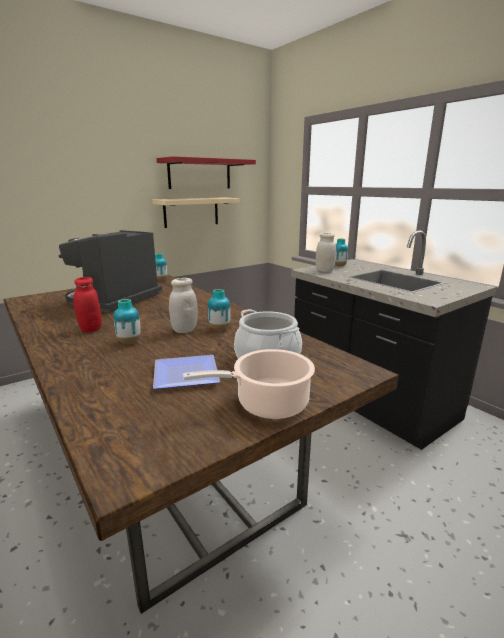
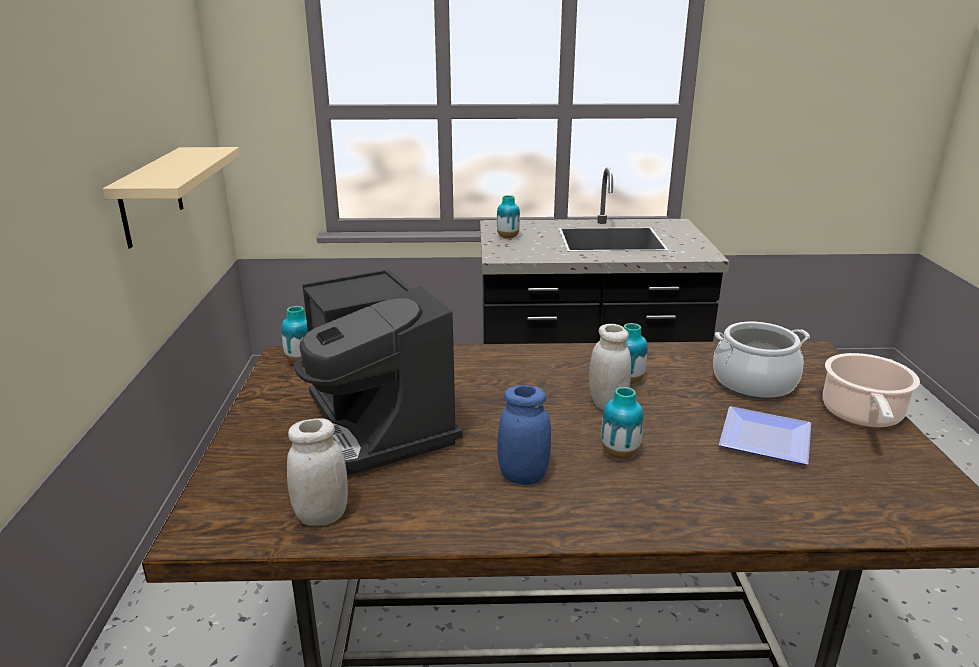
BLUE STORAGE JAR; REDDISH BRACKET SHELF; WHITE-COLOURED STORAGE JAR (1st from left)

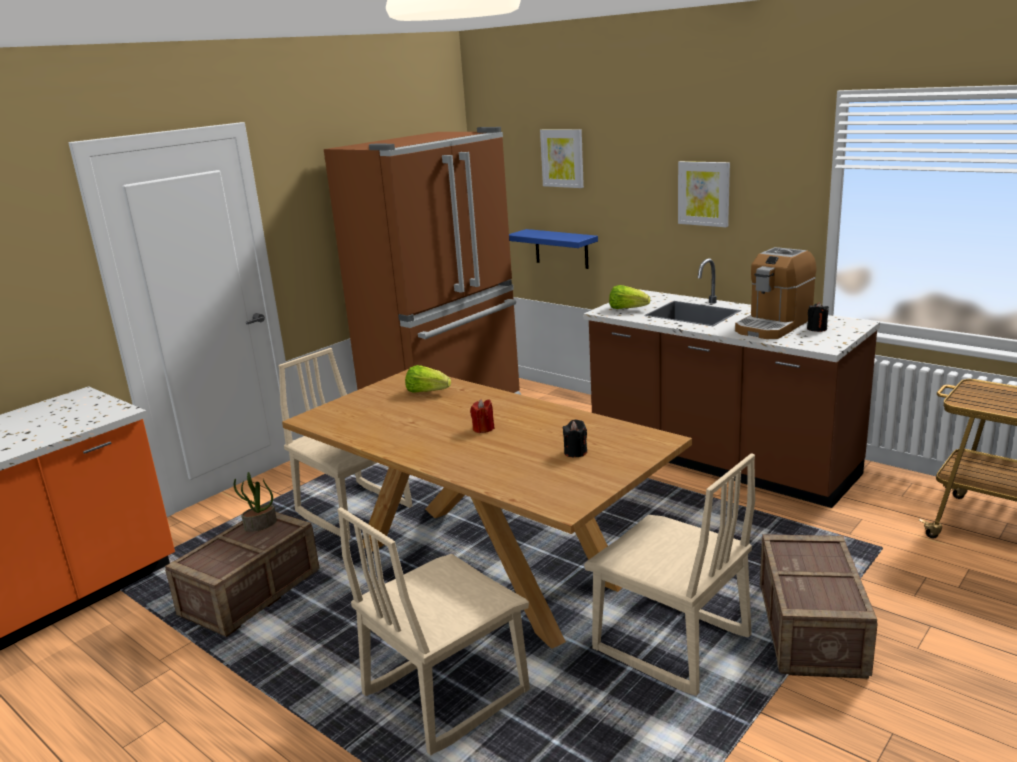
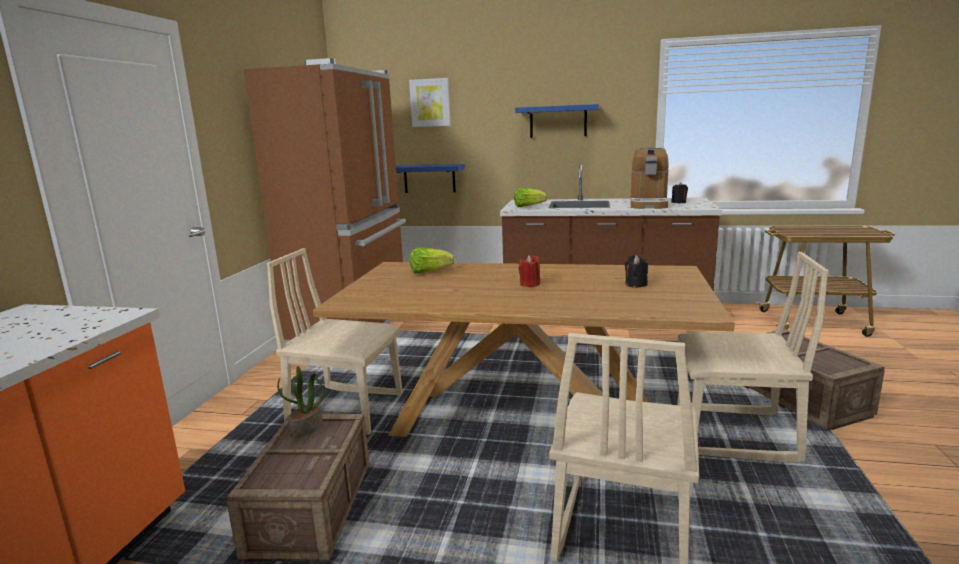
BLUE BRACKET SHELF (2nd from left)

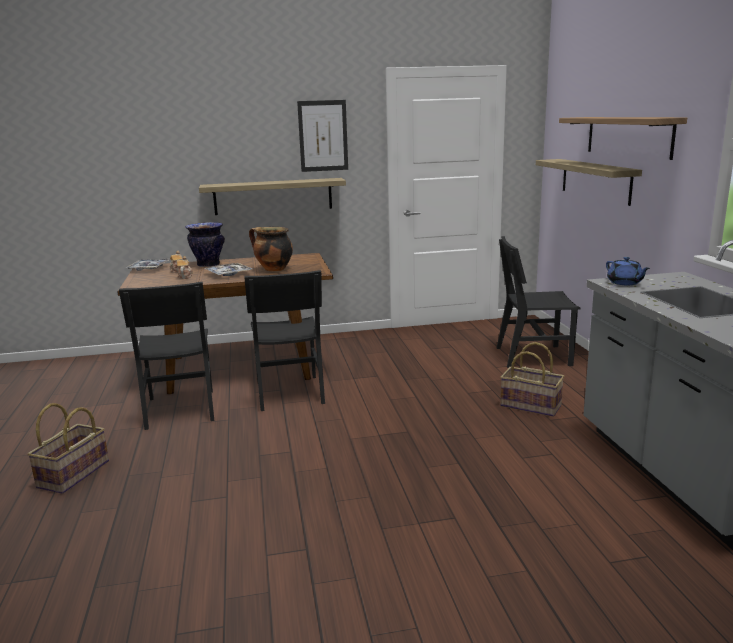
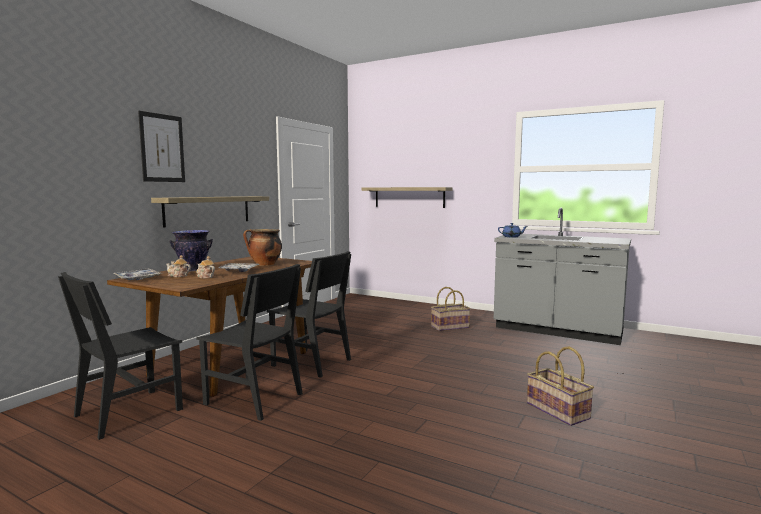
HOUSEHOLD BASKET (2nd from left); WALL ART; BLACK-COLOURED UPRIGHT CHAIR (1st from left); BRACKET SHELF (3rd from left in the first image)

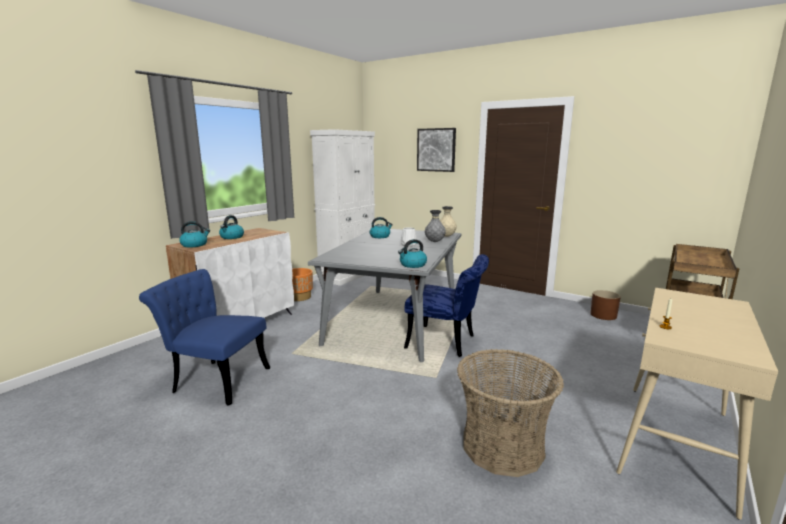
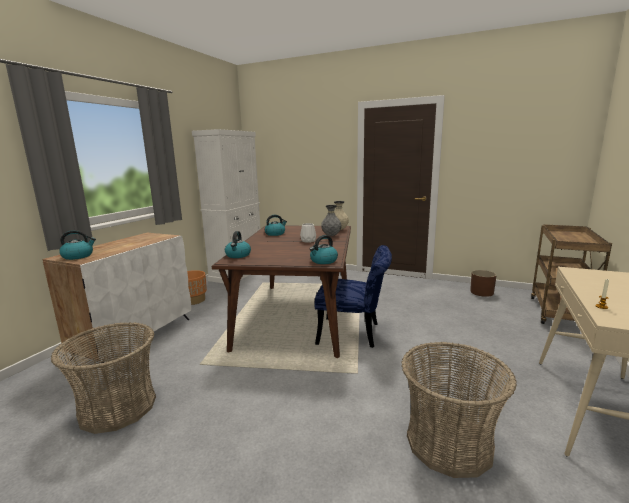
HOUSEHOLD BASKET (1st from left); TEA KETTLE (2nd from left); BROWN DINNER TABLE; WALL ART

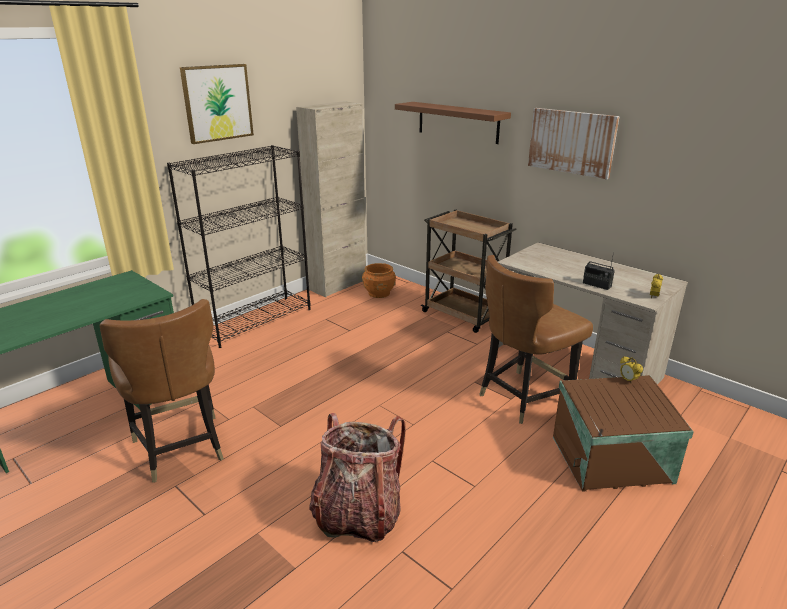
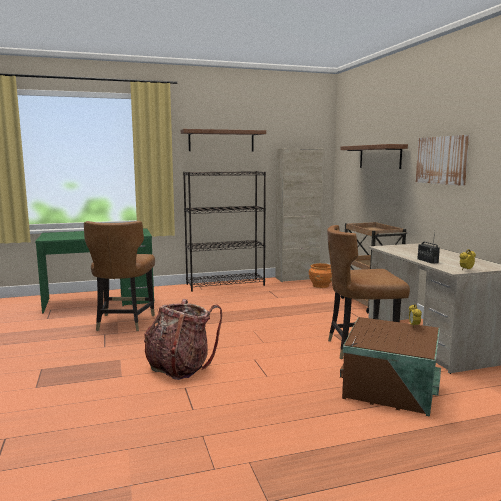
BROWN BRACKET SHELF (1st from left)

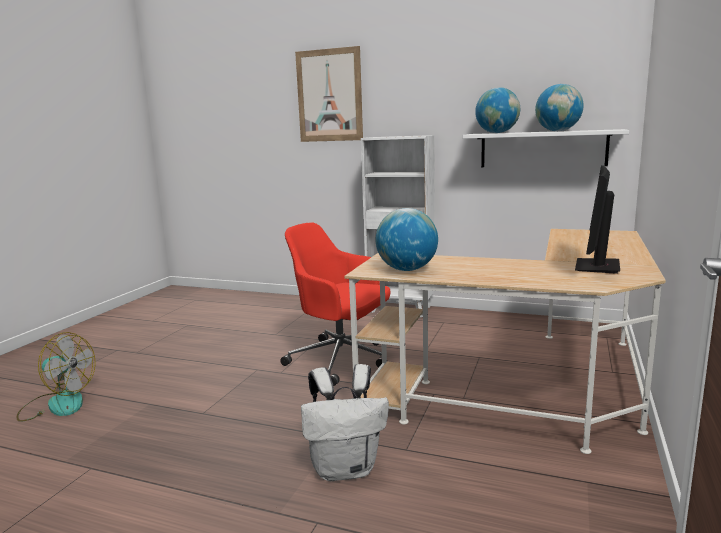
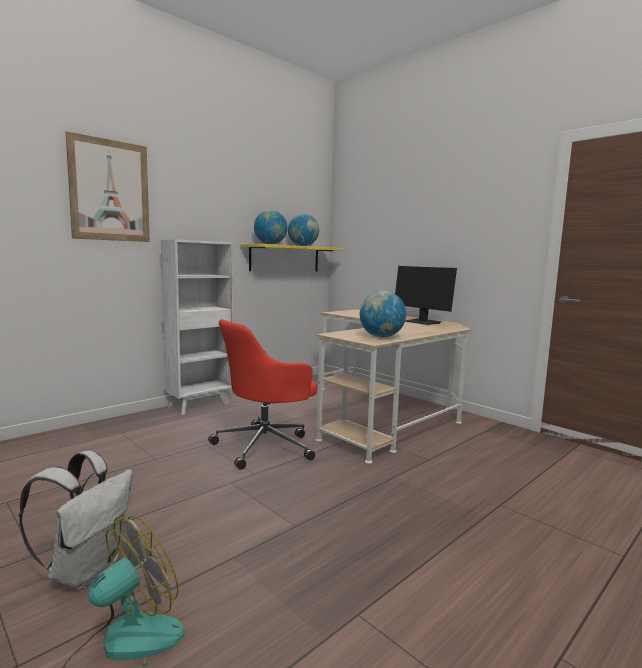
WHITE-COLOURED BACKPACK; YELLOWISH BRACKET SHELF

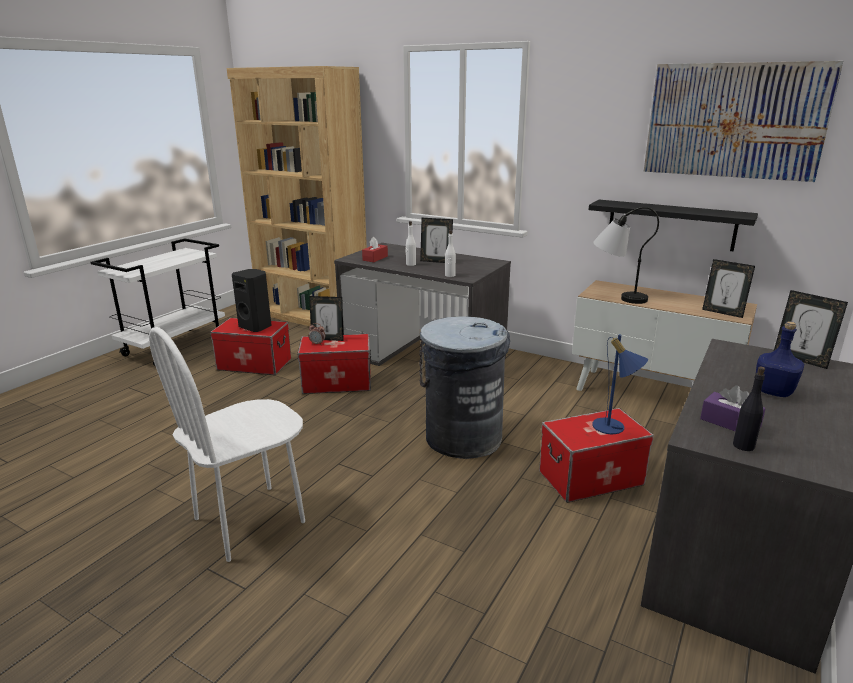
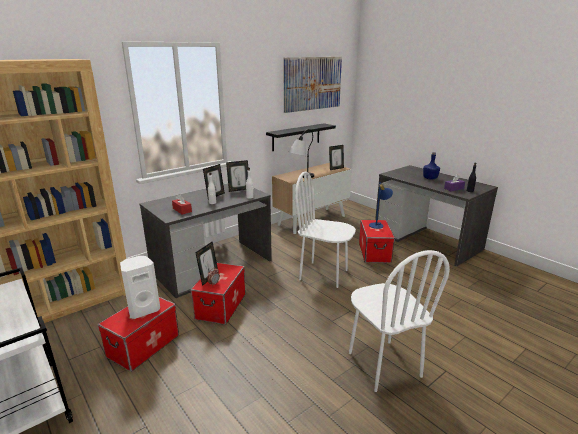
WHITE-COLOURED SPEAKER; WHITE-COLOURED UPRIGHT CHAIR (1st from left); PHOTO FRAME (3rd from left)

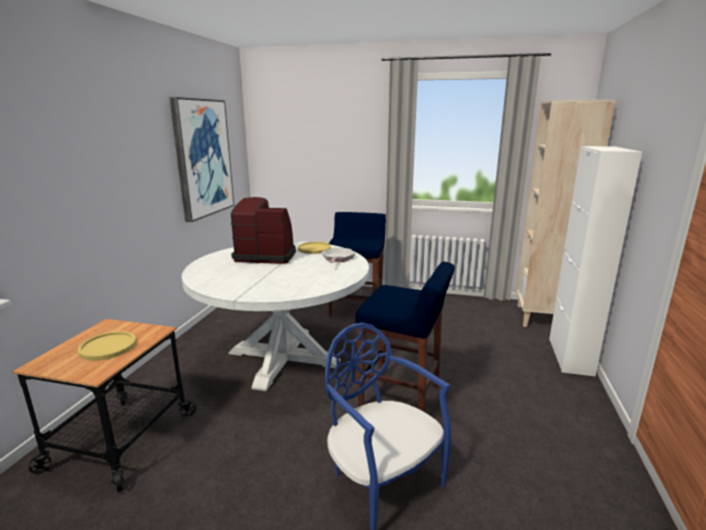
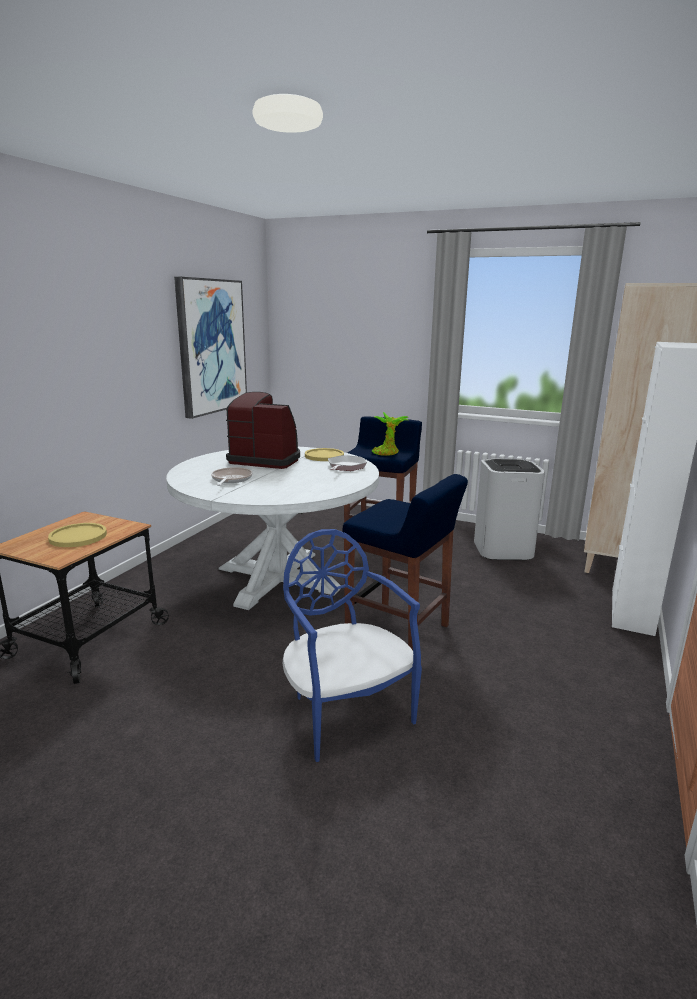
FRYING PAN (1st from left); PLANT IN A POT; WHITE-COLOURED RUBBISH BIN

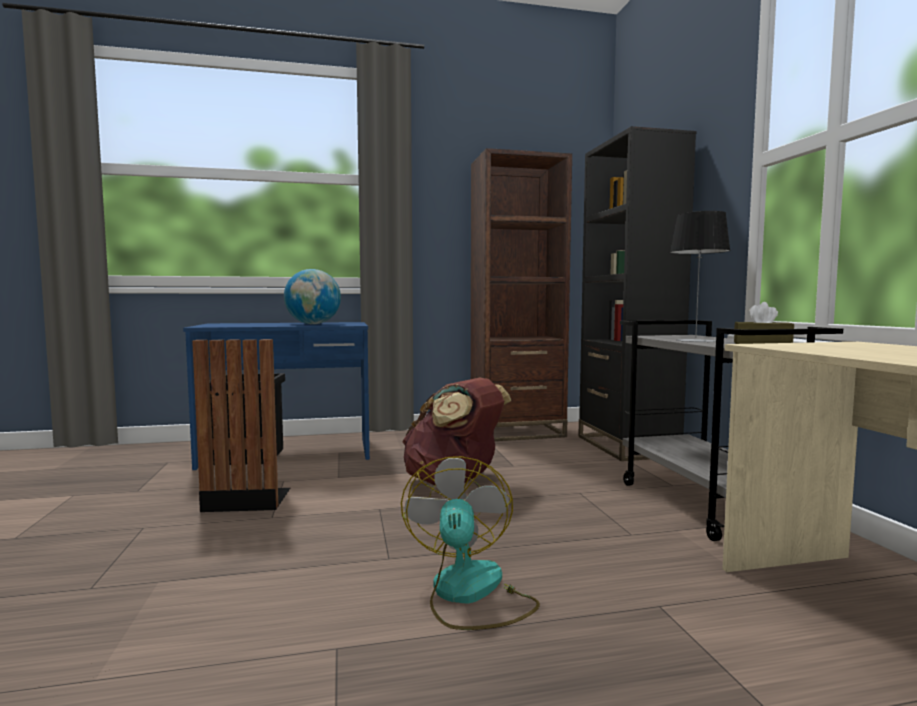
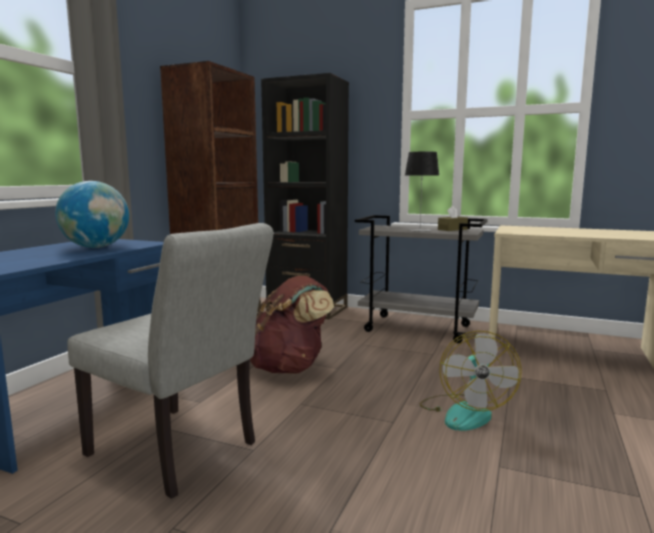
GREY UPRIGHT CHAIR; ELECTRIC FAN

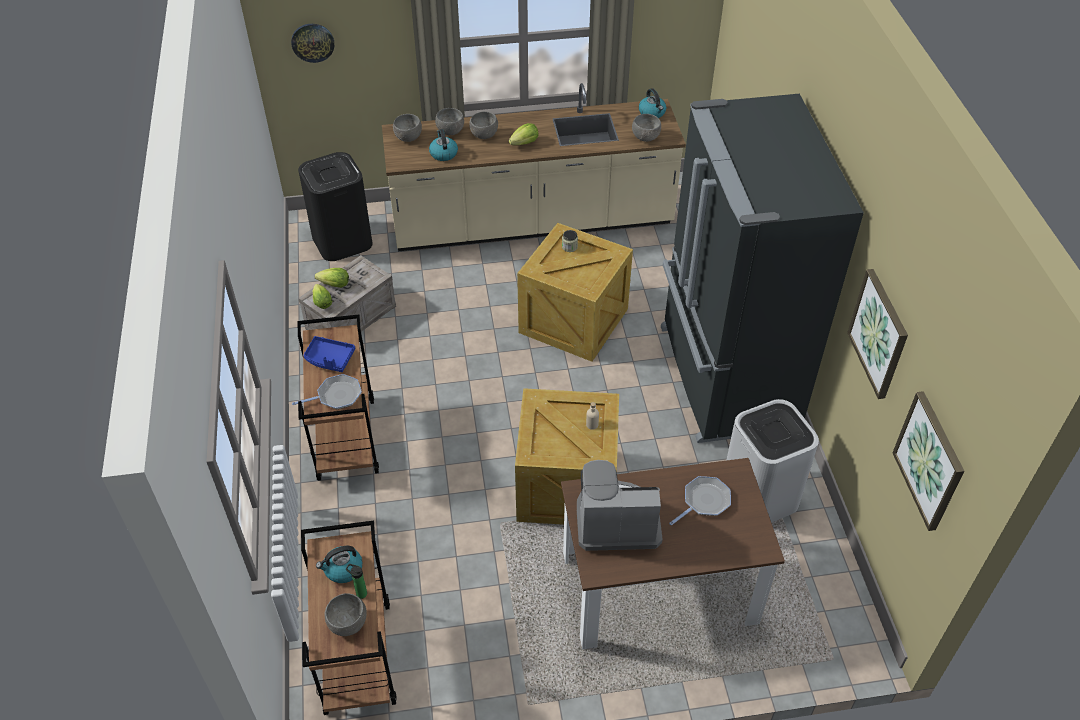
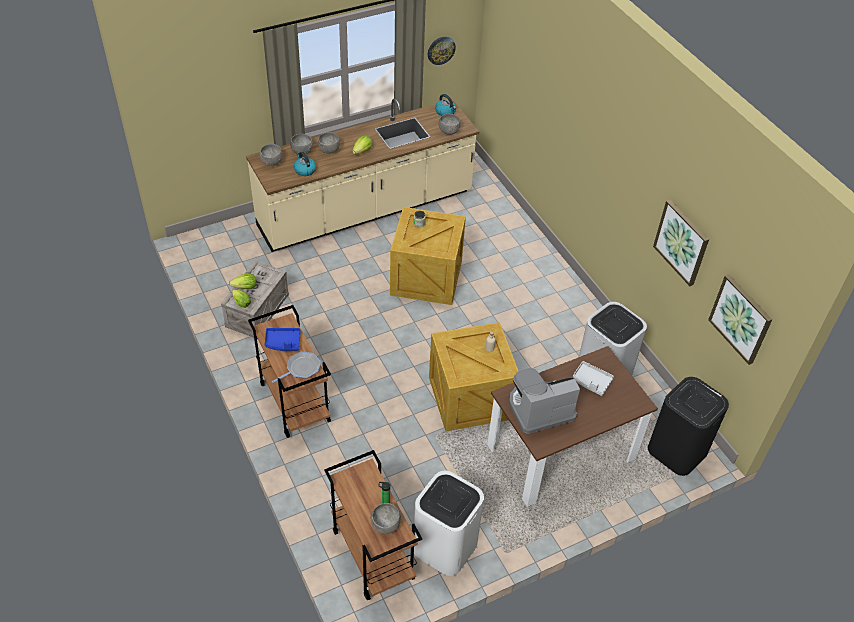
HANGING CLOCK; BLACK-COLOURED RUBBISH BIN; TEA KETTLE (1st from left in the first image); BLACK-COLOURED KITCHEN FRIDGE; GREY SERVING TRAY; WHITE-COLOURED RUBBISH BIN (1st from left)

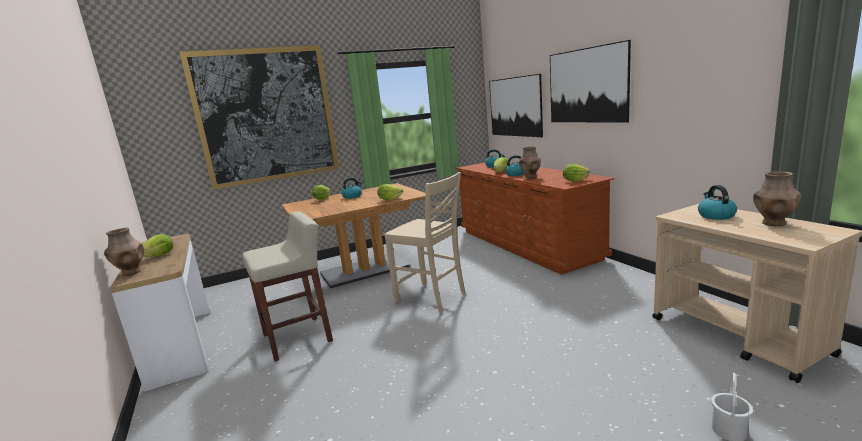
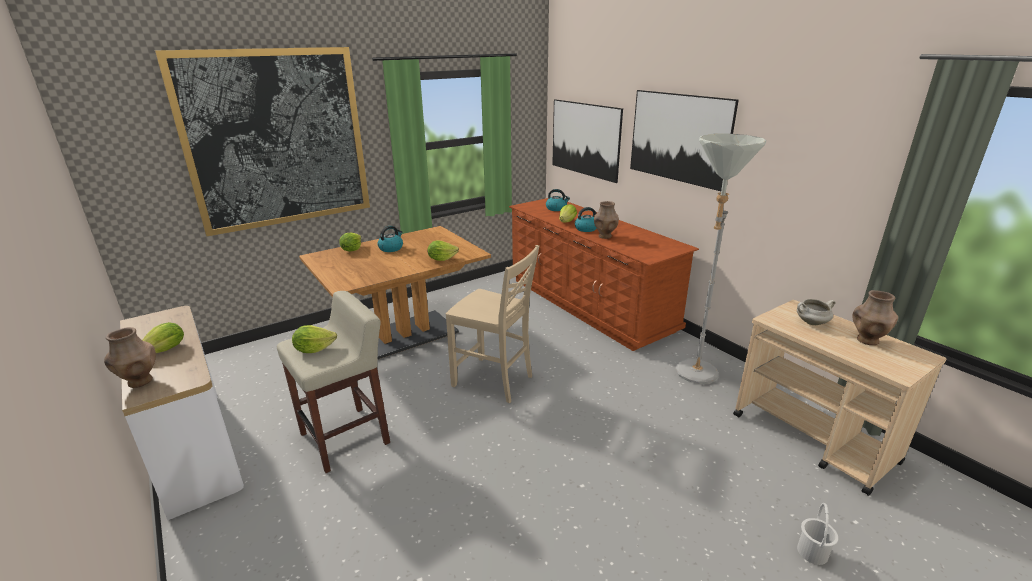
HEAD OF LETTUCE (2nd from left); WHITE-COLOURED COOKING POT; GREY STANDING LAMP

